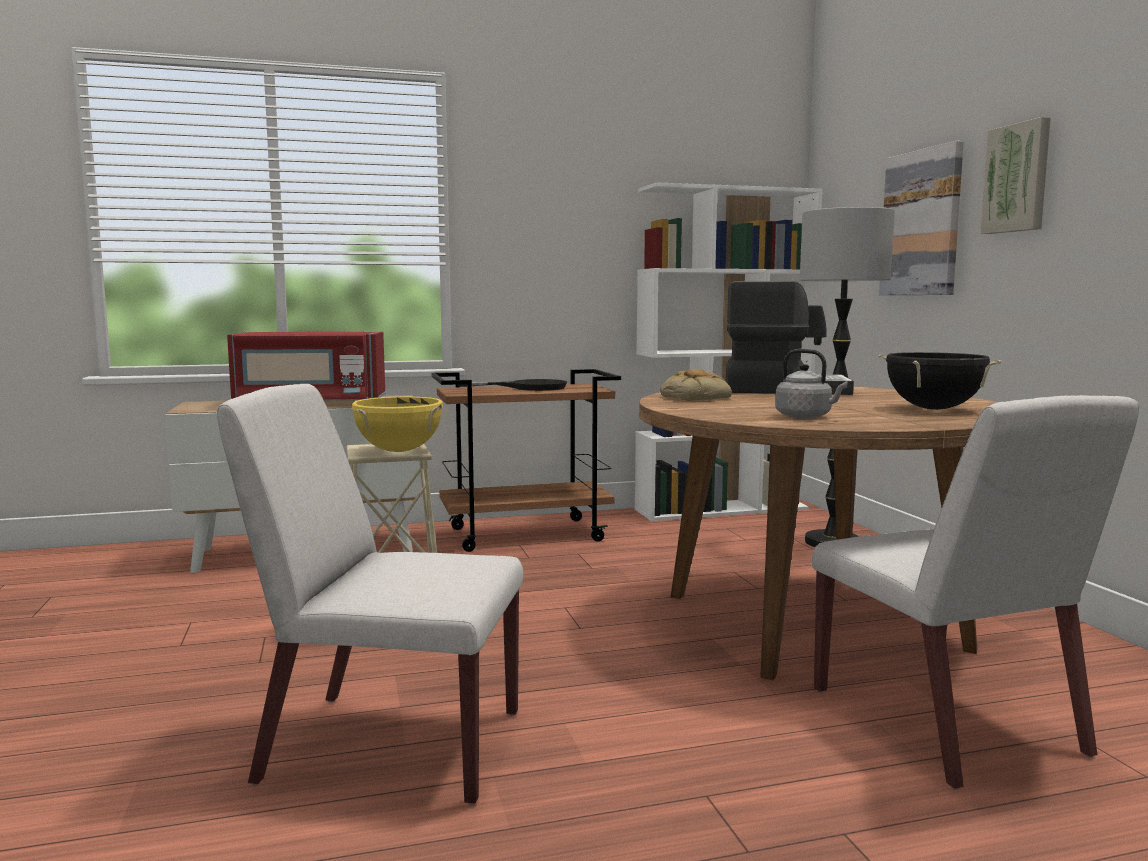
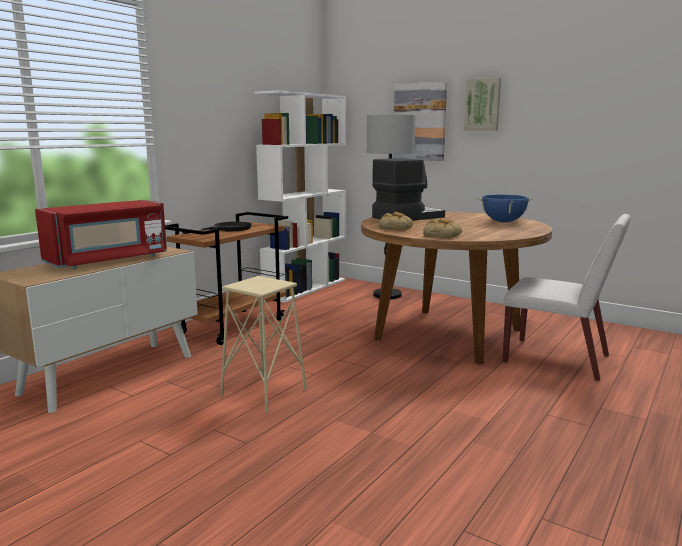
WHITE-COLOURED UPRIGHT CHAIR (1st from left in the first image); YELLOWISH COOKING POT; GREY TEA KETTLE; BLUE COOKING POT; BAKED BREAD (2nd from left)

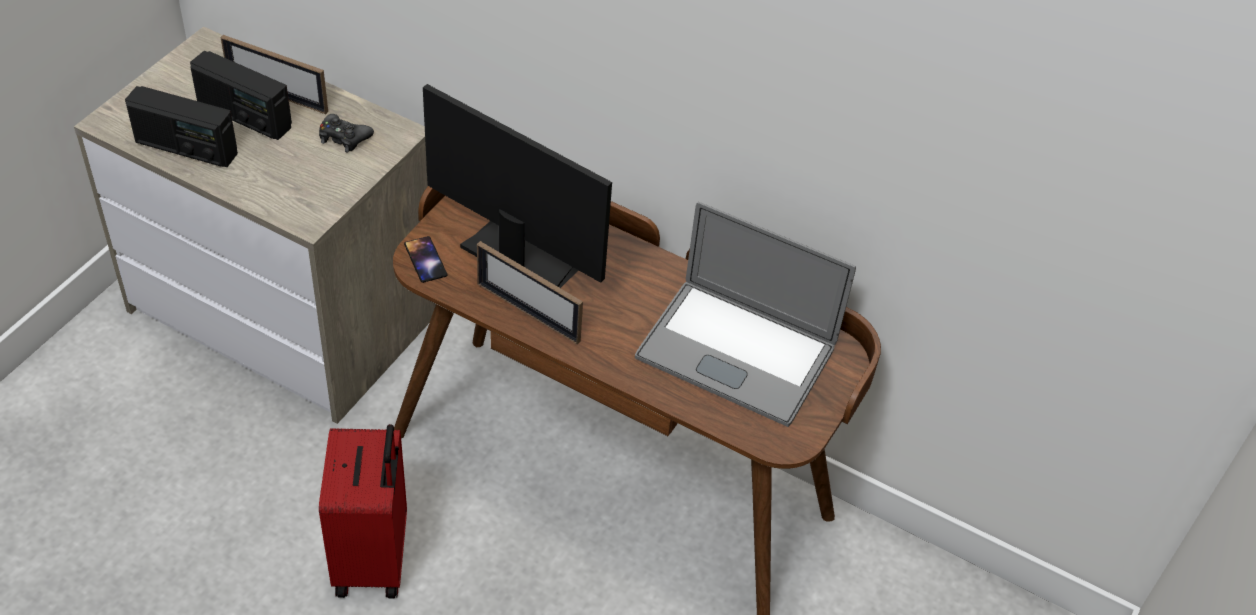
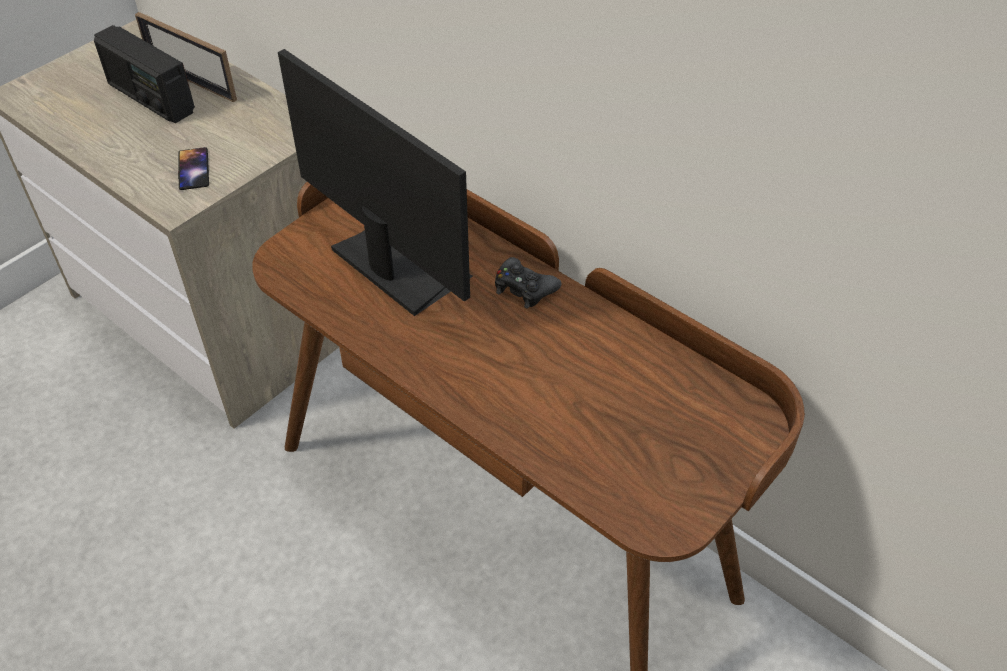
RADIO (1st from left in the first image); BLACK-COLOURED GAMEPAD; REDDISH PIECE OF LUGGAGE; PHONE; PHOTO FRAME (2nd from left in the first image); LAPTOP

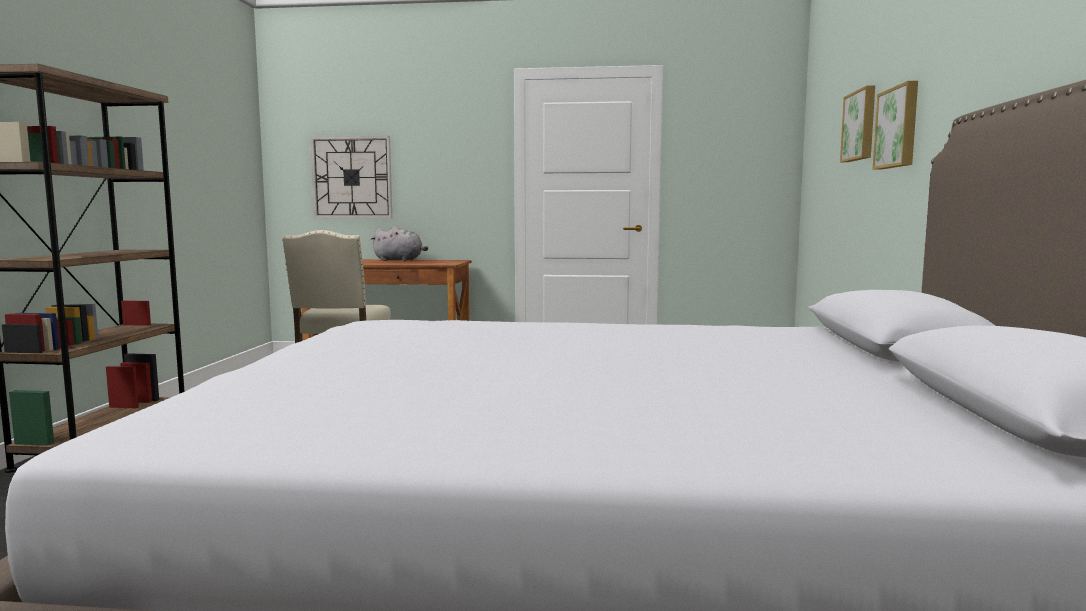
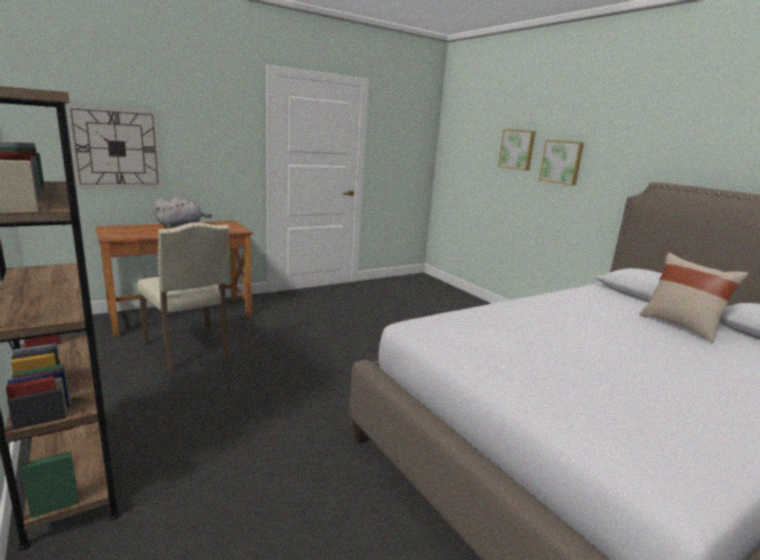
BEIGE CUSHION

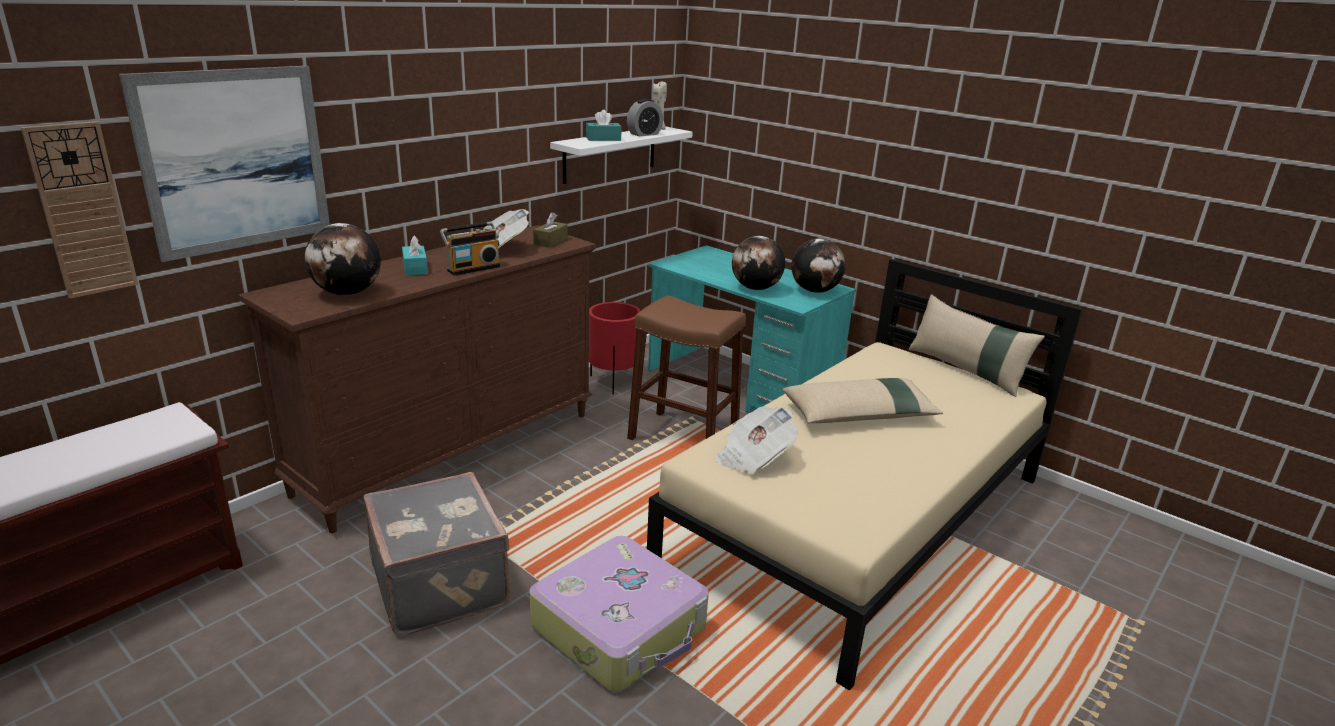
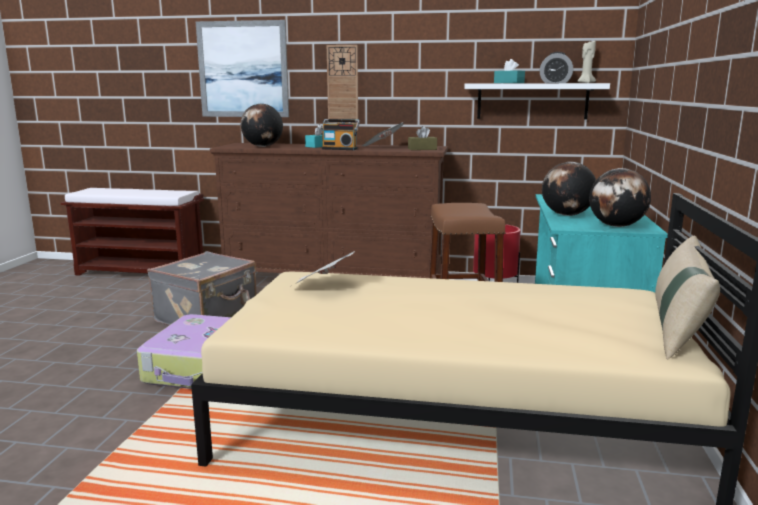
HANGING CLOCK; BEIGE CUSHION (1st from left in the first image)

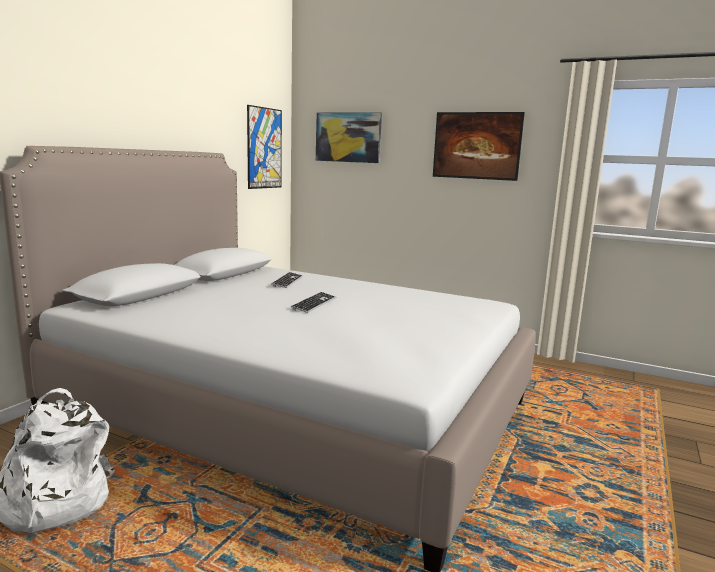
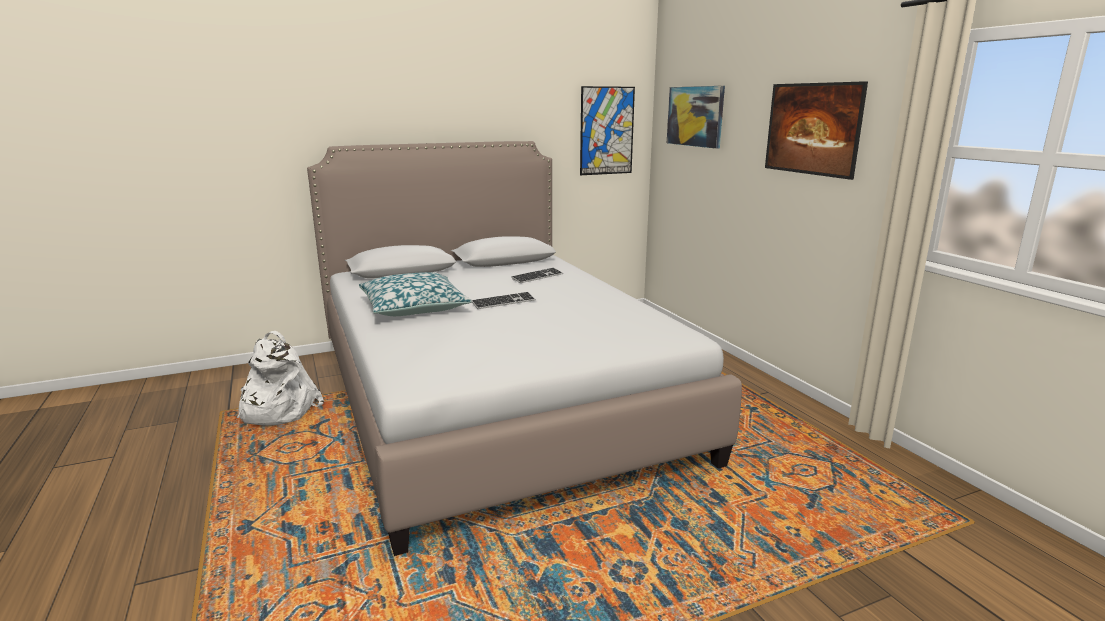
CUSHION

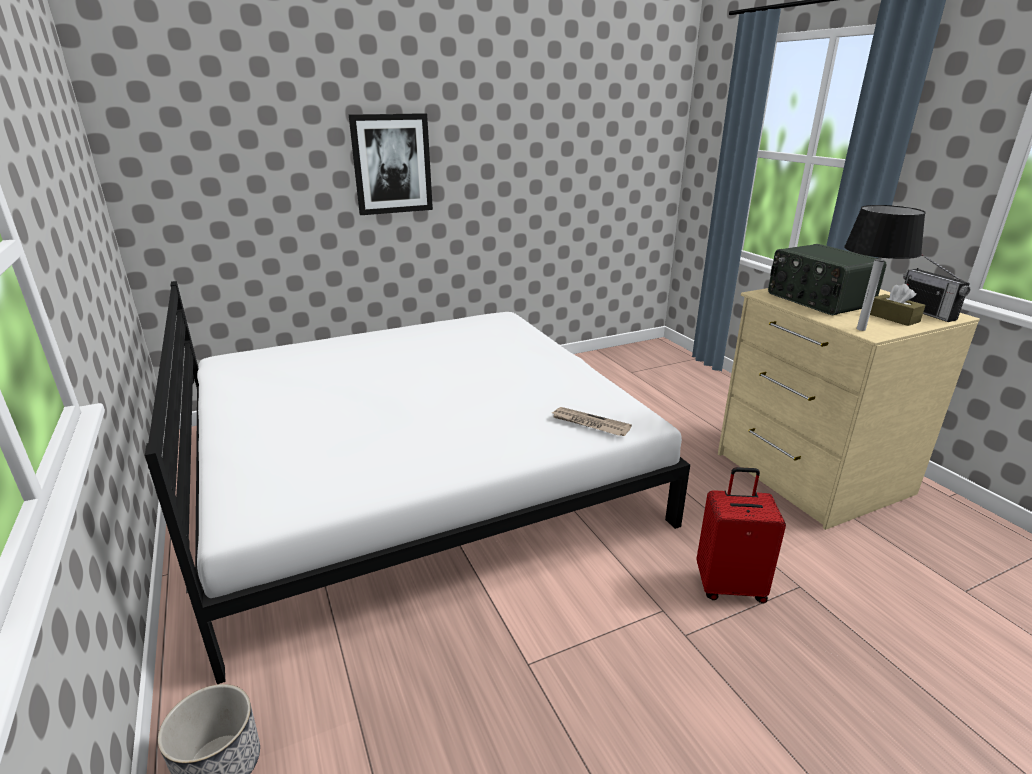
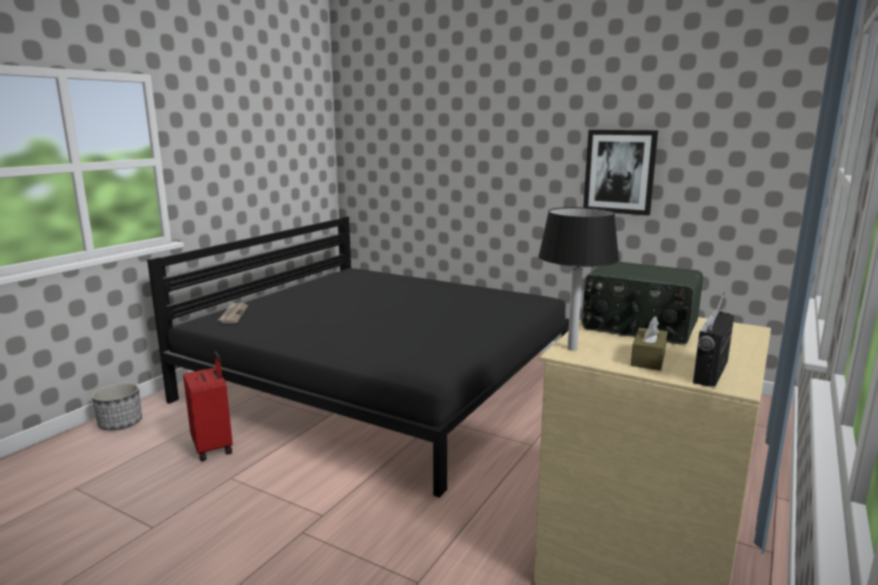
BLACK-COLOURED SLEEPING BED; WALL ART; NEWSPAPER; REDDISH PIECE OF LUGGAGE; RADIO (1st from left)

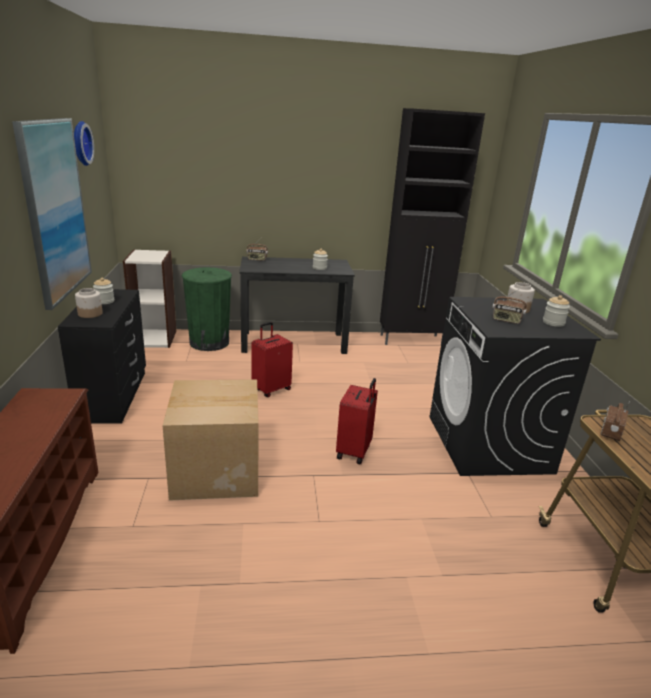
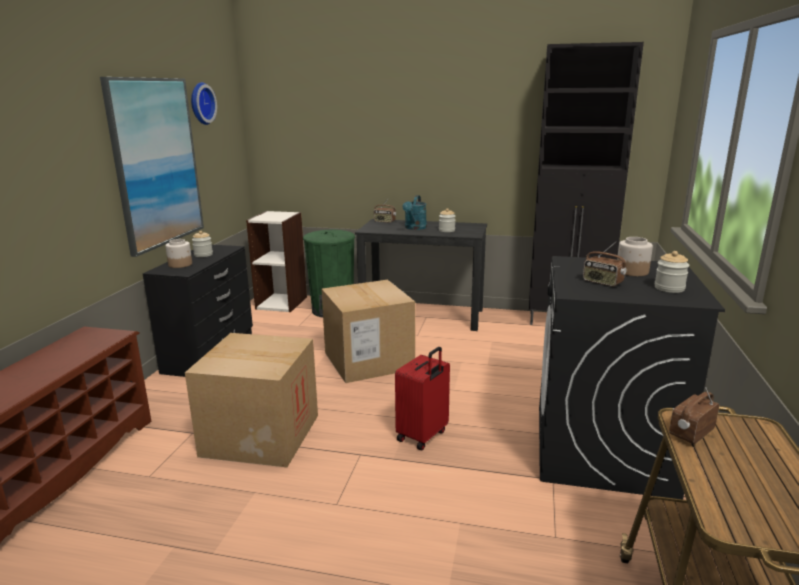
PACKING BOX (2nd from left); BLUE-GREEN WATERING CAN

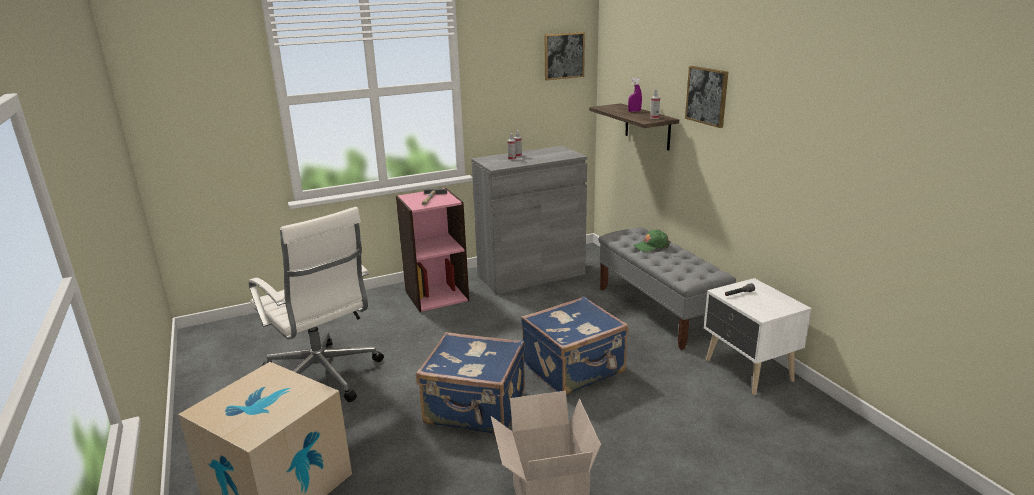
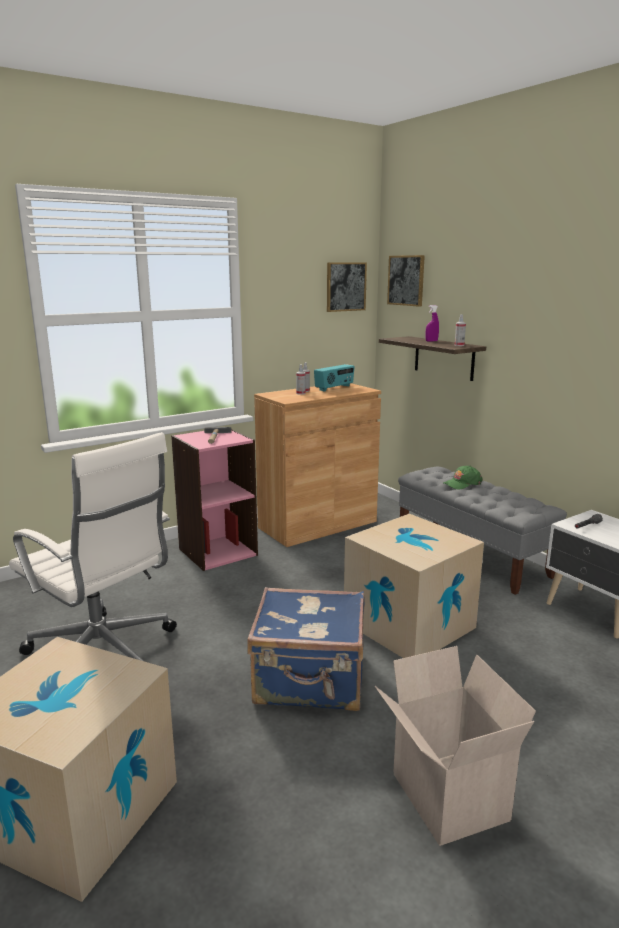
BROWN STORAGE CABINET; PACKING BOX (2nd from left); WALL ART (2nd from left); RADIO

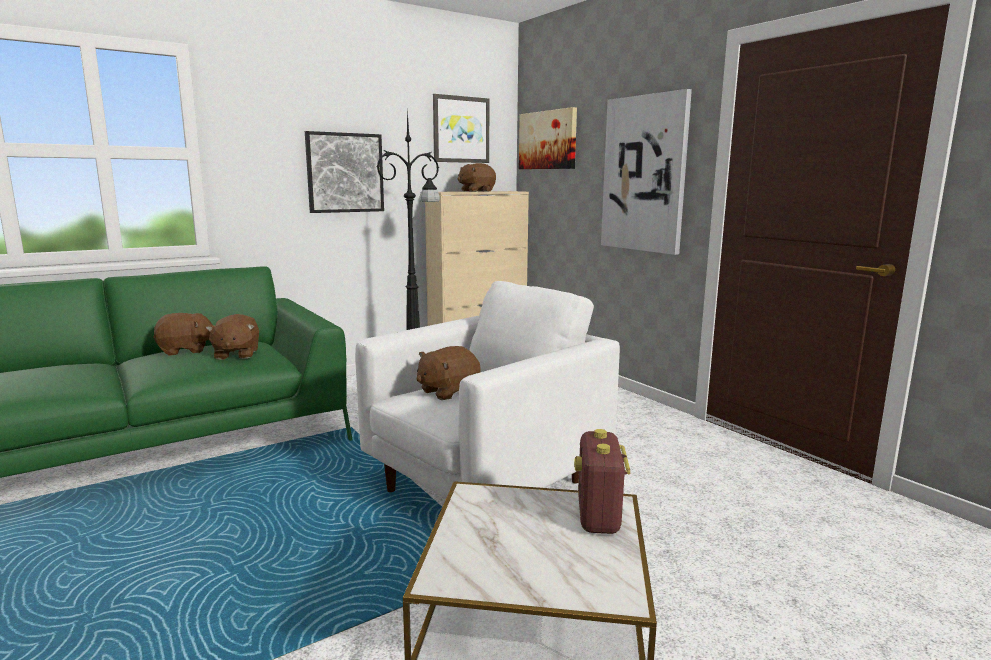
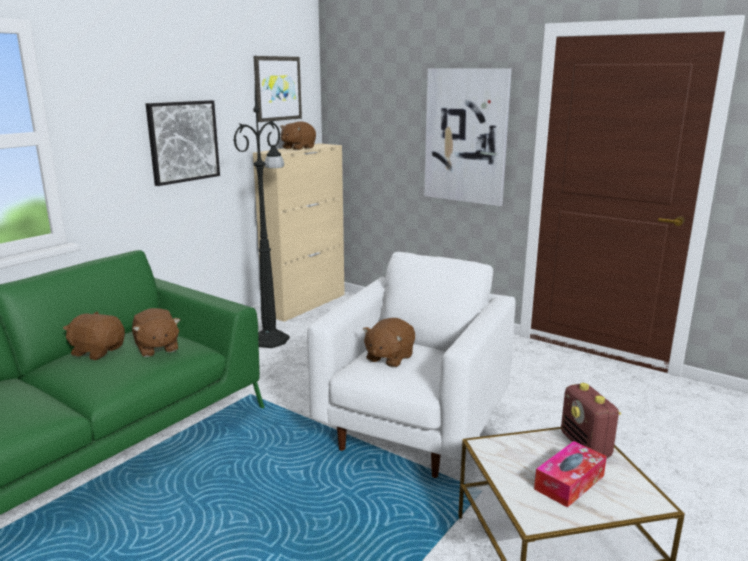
BROWN SOFT TOY (1st from left); WALL ART (3rd from left in the first image); TISSUE HOLDER

